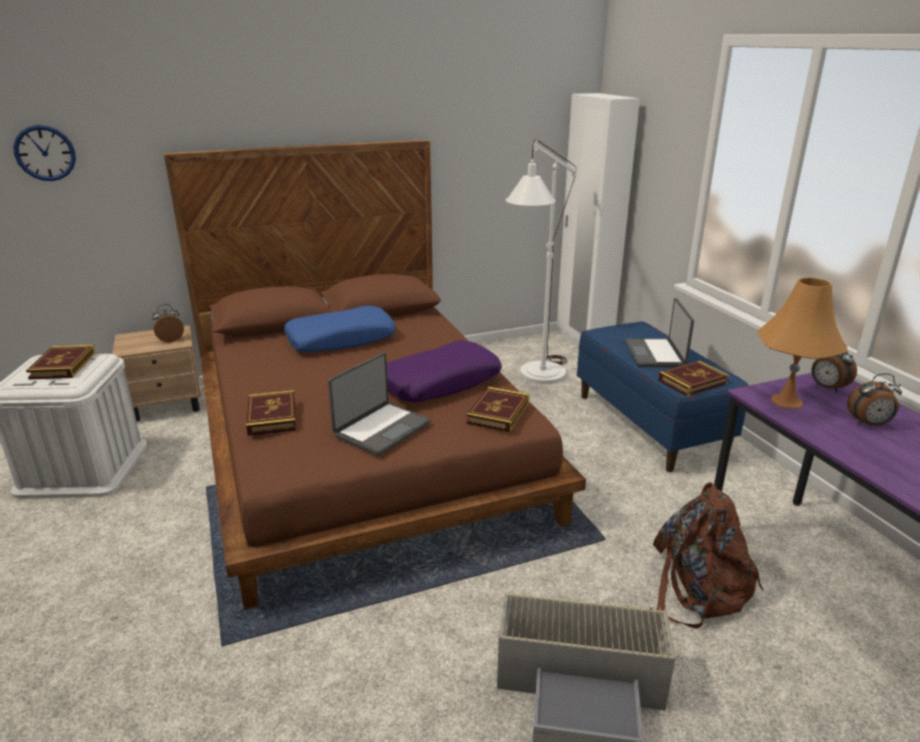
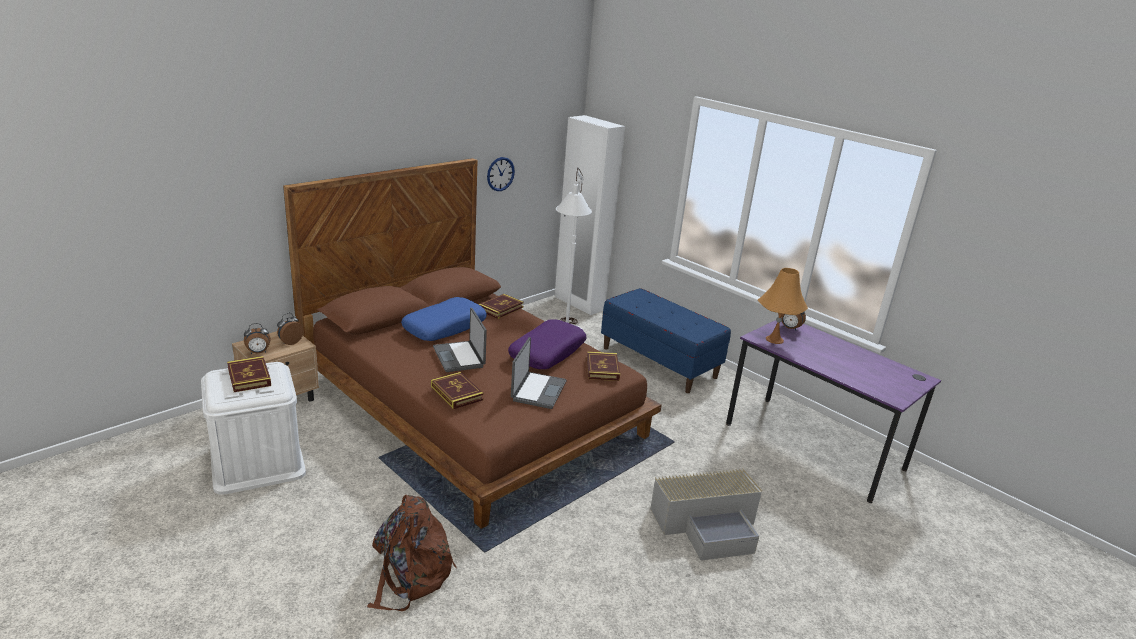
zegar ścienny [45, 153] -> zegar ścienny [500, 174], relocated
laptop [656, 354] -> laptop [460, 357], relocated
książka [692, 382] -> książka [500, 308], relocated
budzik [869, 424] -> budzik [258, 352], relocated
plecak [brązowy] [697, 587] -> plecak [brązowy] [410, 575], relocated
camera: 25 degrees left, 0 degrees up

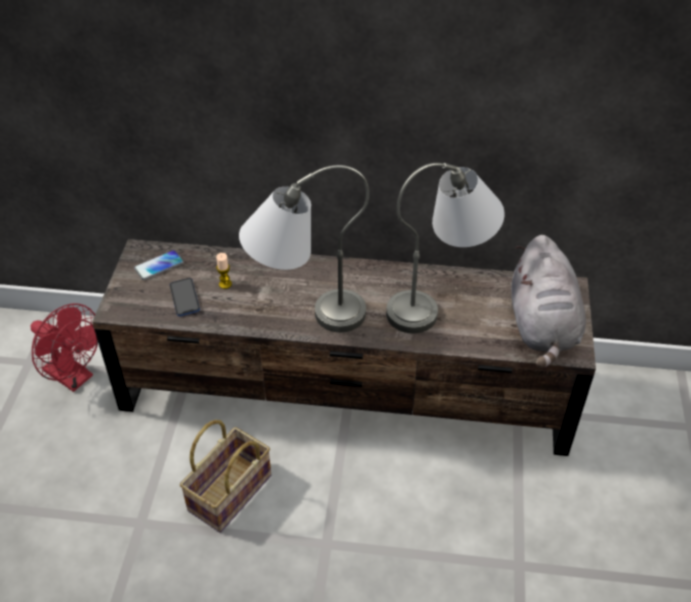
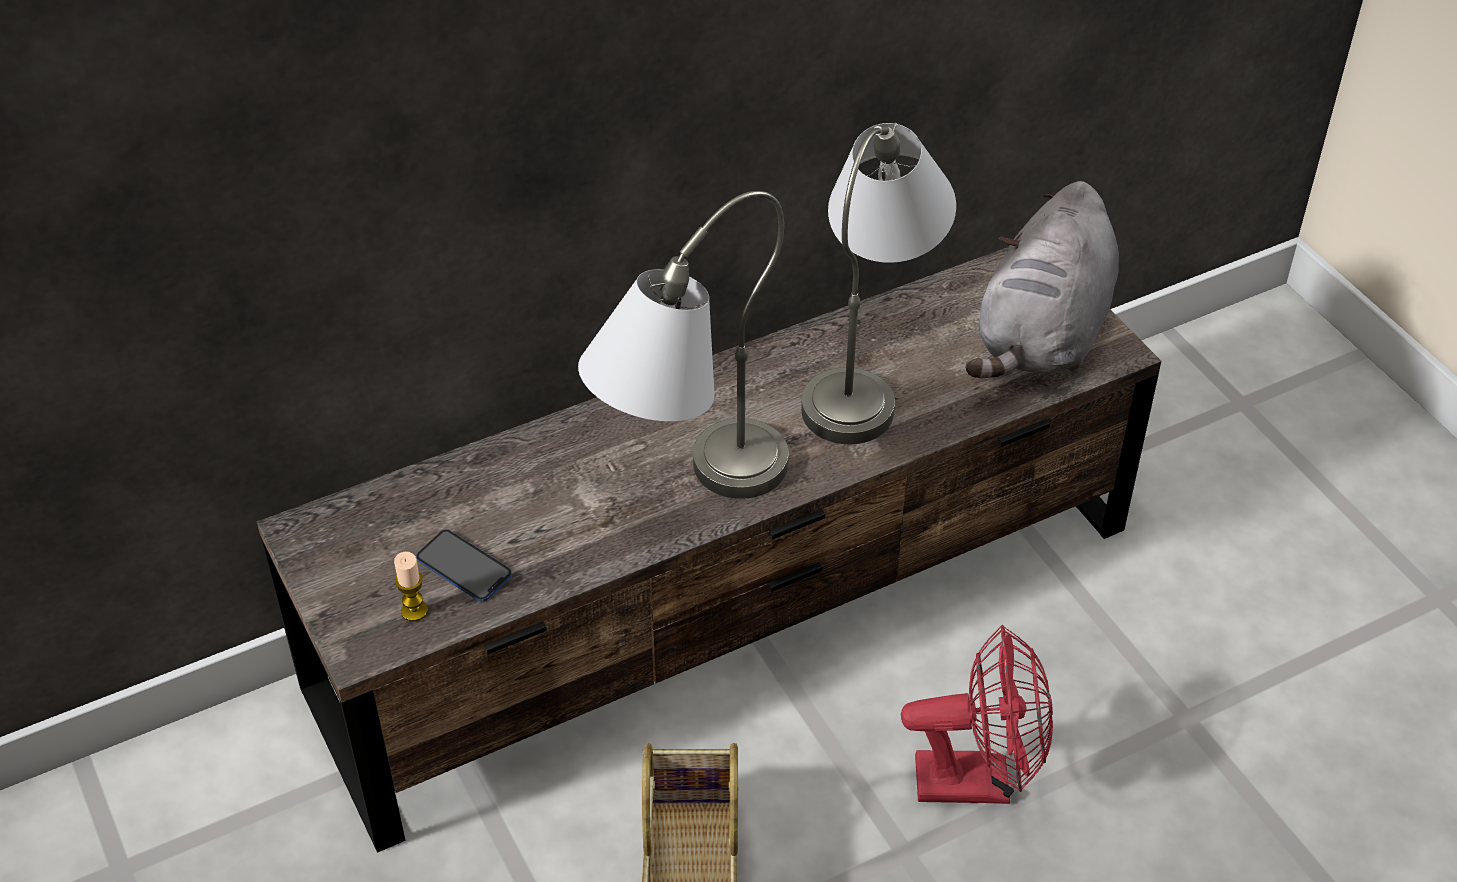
pluszak [szary] [542, 326] -> pluszak [szary] [1042, 336], 60 degrees clockwise
telefon [159, 265] -> none
świeca [225, 284] -> świeca [414, 611], relocated
wentylator [czerwony] [74, 377] -> wentylator [czerwony] [978, 780], relocated
camera: 35 degrees left, 0 degrees up

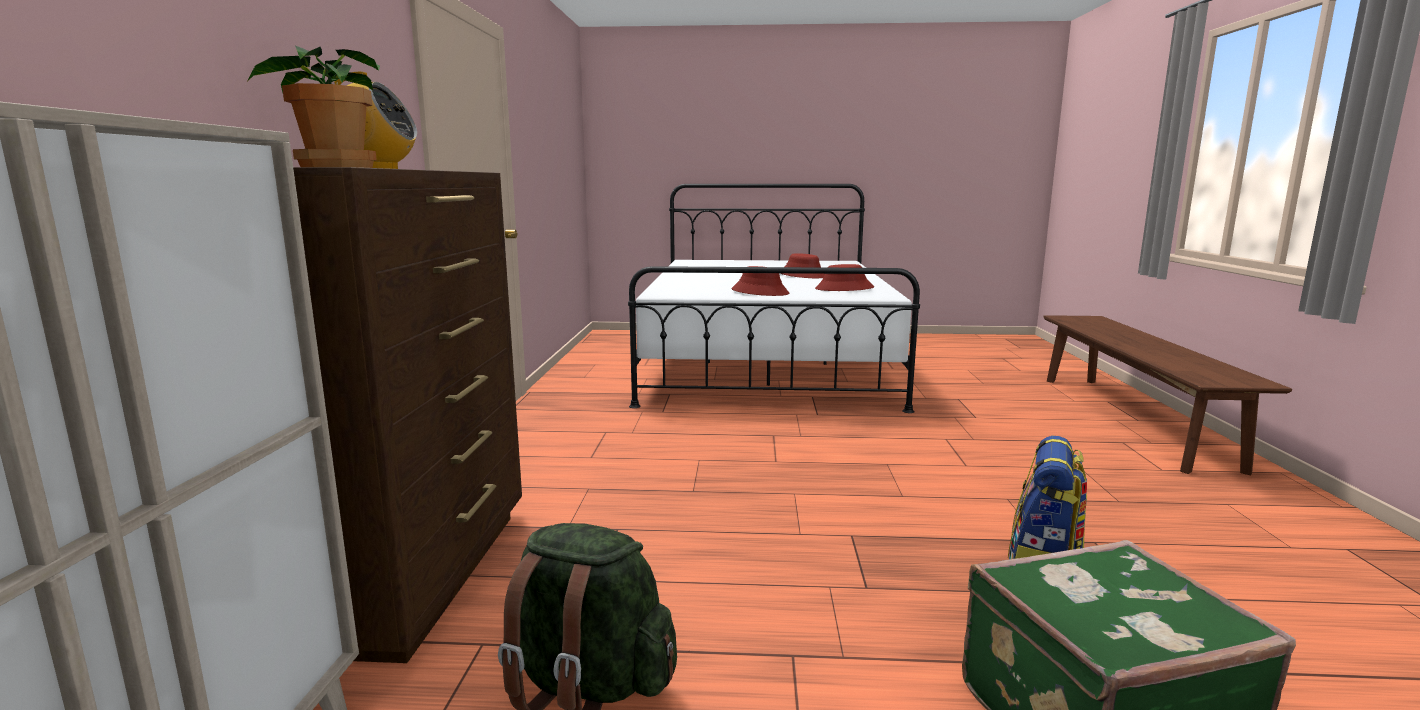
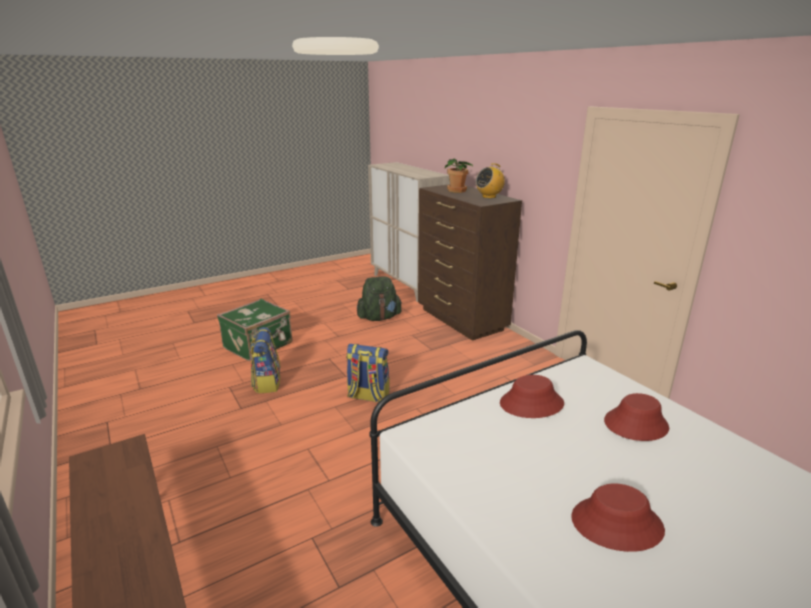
kapelusz [czerwony] [844, 289] -> kapelusz [czerwony] [635, 424], relocated
none -> plecak [368, 396]
camera: 145 degrees right, 10 degrees up

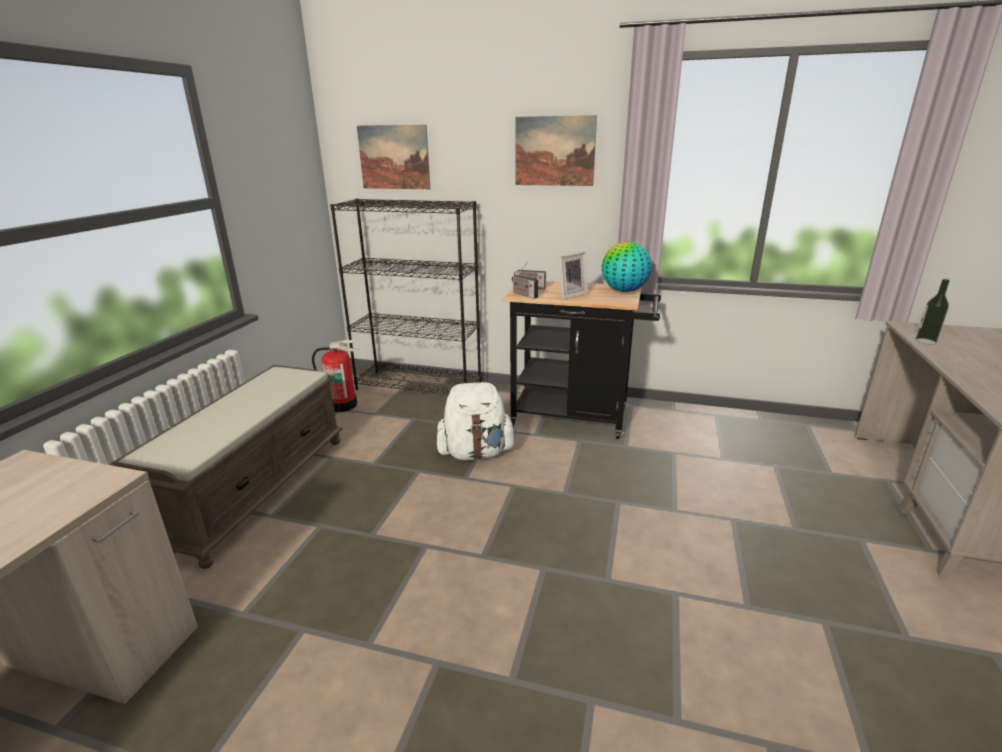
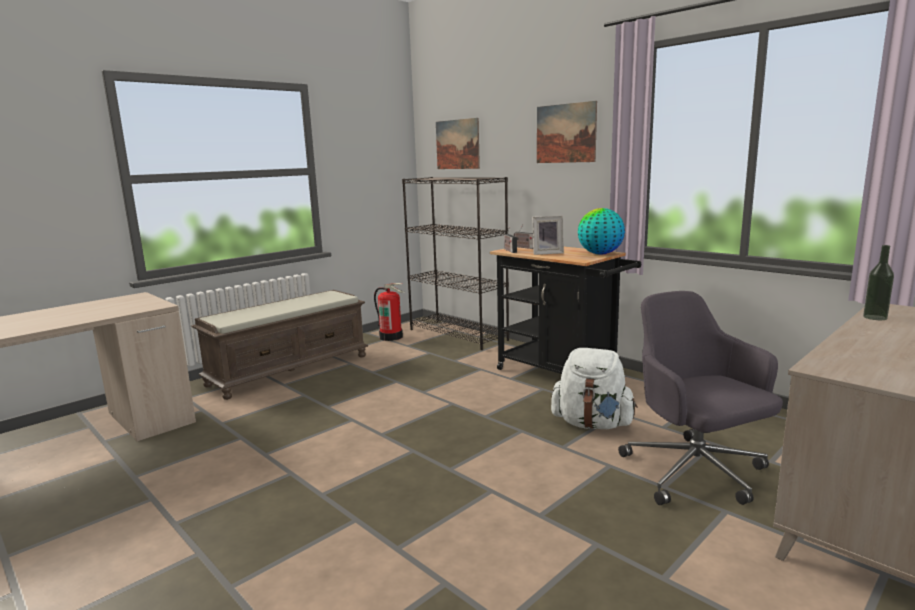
plecak [biały] [476, 453] -> plecak [biały] [592, 424], relocated
none -> krzesło biurowe [szary] [695, 473]
camera: 30 degrees right, 10 degrees down

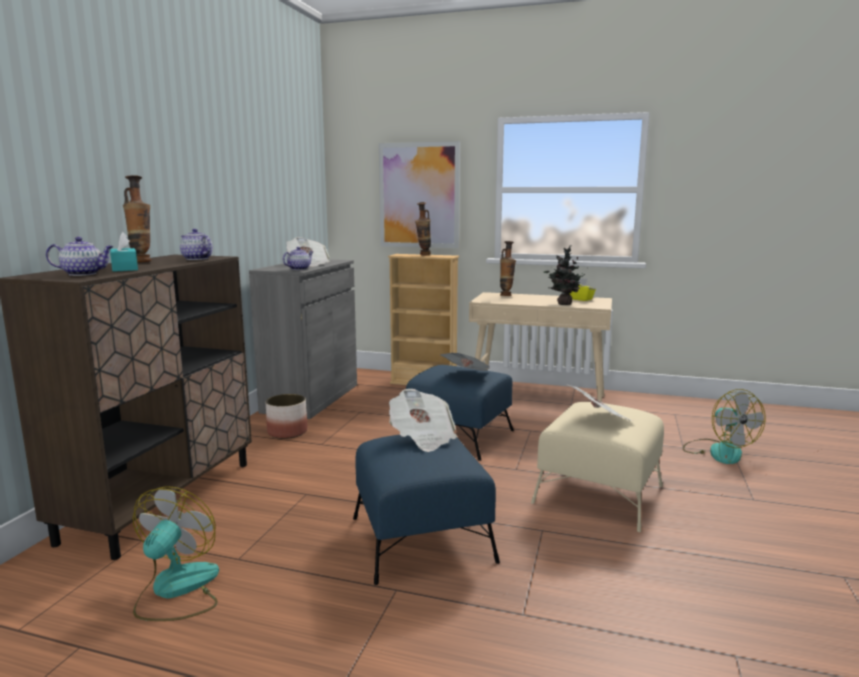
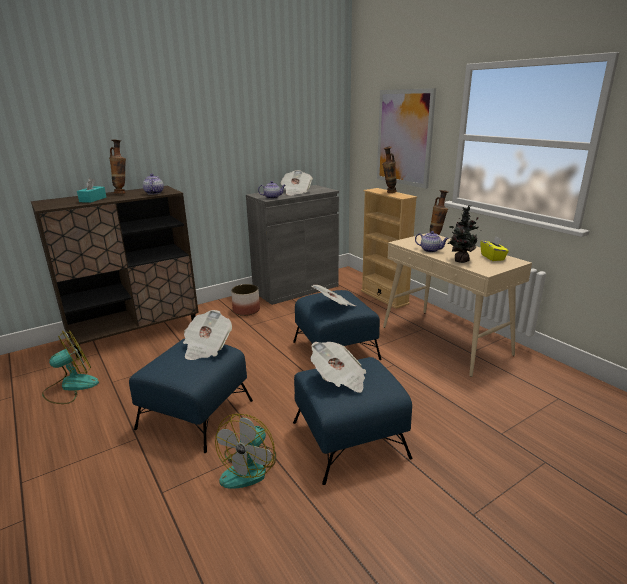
imbryk [84, 274] -> imbryk [431, 250], relocated
wentylator [718, 451] -> wentylator [250, 467], relocated
pufa [beżowy] [599, 494] -> pufa [niebieski] [350, 439]
camera: 40 degrees right, 10 degrees up

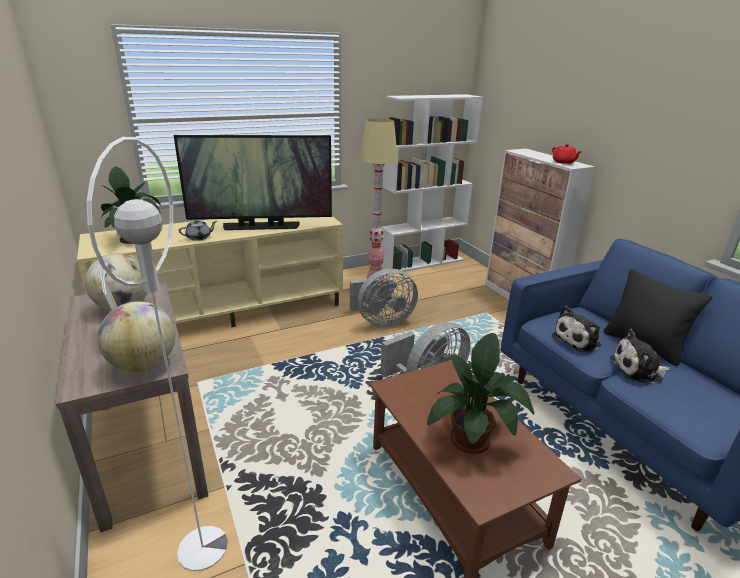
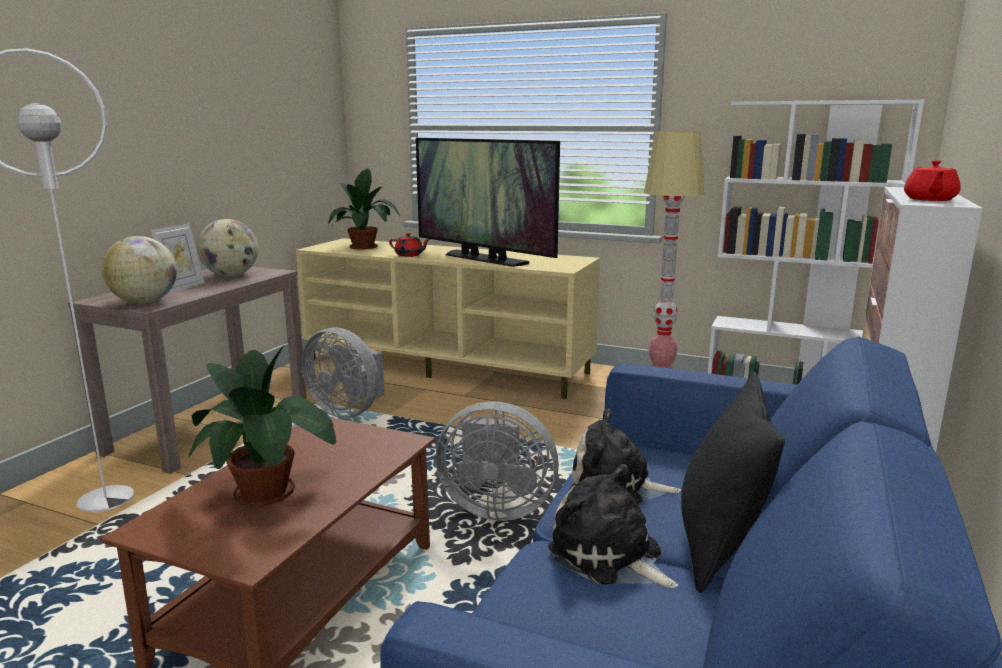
imbryk [szary] [199, 237] -> imbryk [czerwony] [409, 255]
wentylator [szary] [381, 321] -> wentylator [szary] [348, 411], relocated
camera: 50 degrees right, 10 degrees down

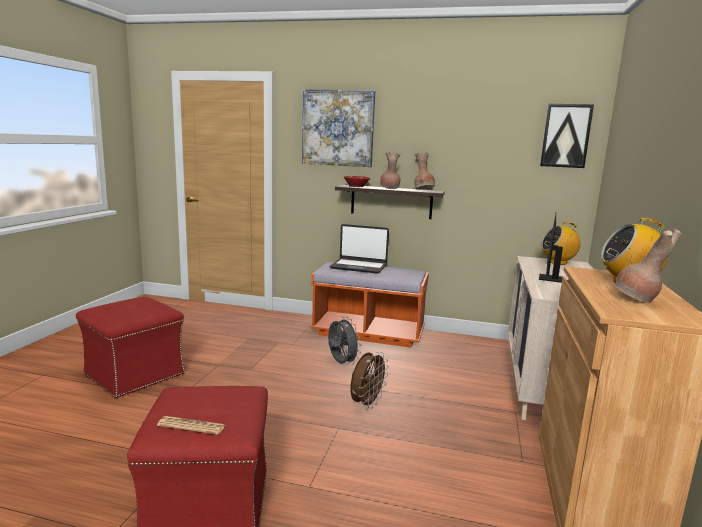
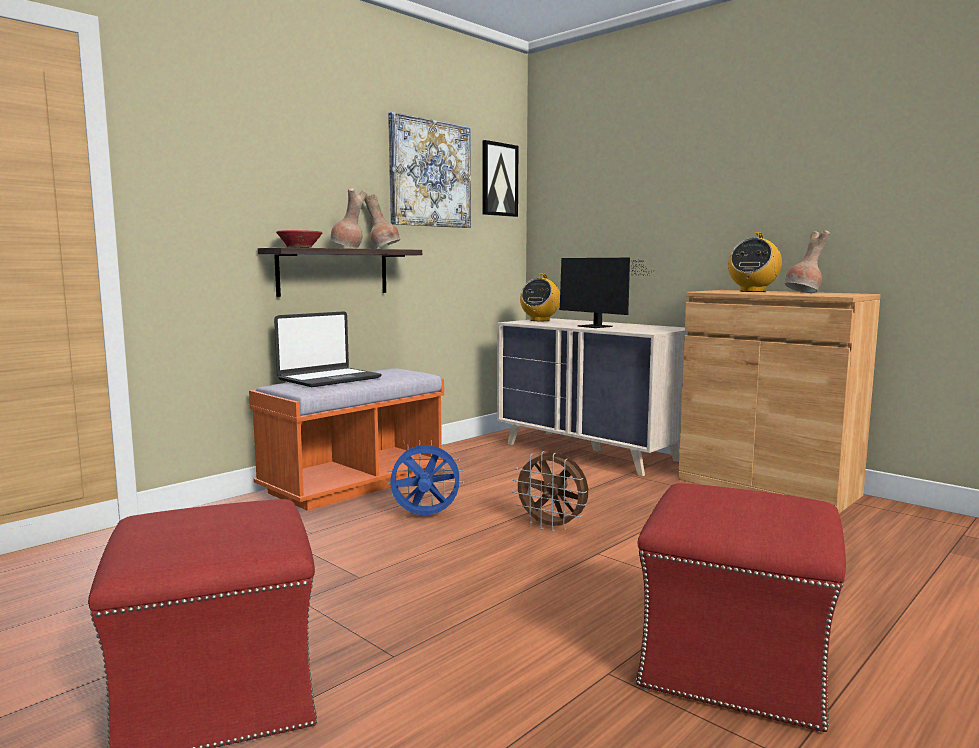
obraz [338, 128] -> obraz [430, 174], relocated
wentylator [szary] [341, 363] -> wentylator [niebieski] [425, 517]
wentylator [brązowy] [366, 404] -> wentylator [brązowy] [552, 527], 150 degrees clockwise
gazeta [191, 426] -> none
camera: 60 degrees left, 5 degrees down

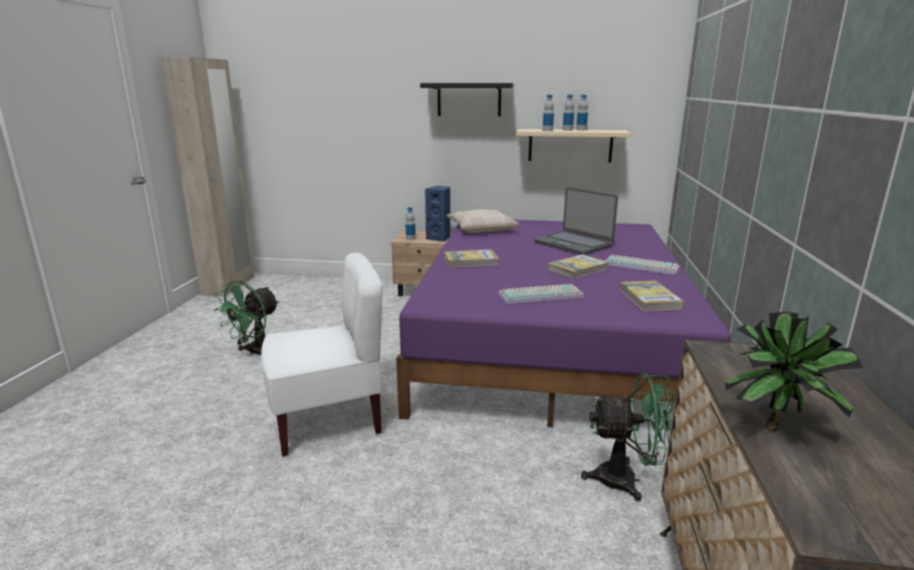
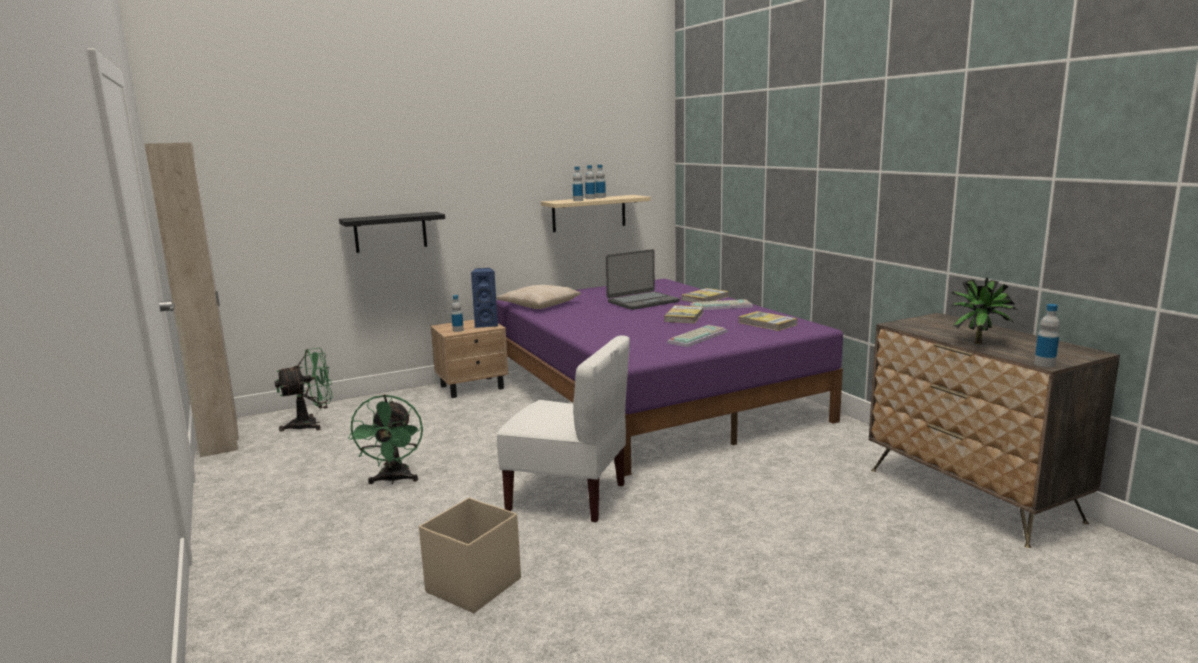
półka [czarny] [469, 99] -> półka [czarny] [390, 232], relocated
laptop [573, 244] -> laptop [642, 302], 45 degrees counterclockwise
książka [471, 261] -> książka [705, 298], relocated
krzesło [biały] [328, 420] -> krzesło [biały] [568, 497], 75 degrees clockwise
wentylator [zielony] [627, 480] -> wentylator [zielony] [311, 424], relocated
none -> butelka [1044, 364]
none -> pojemnik do przechowywania [beżowy] [472, 586]
camera: 35 degrees left, 5 degrees down

